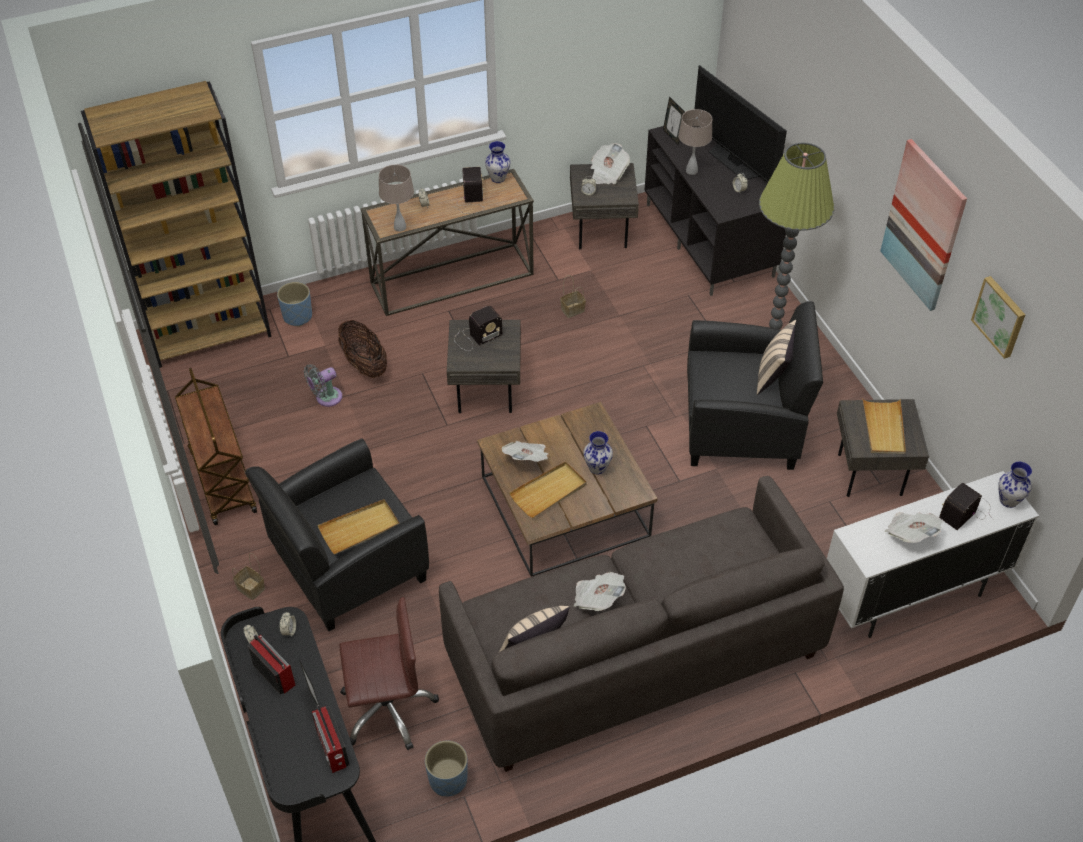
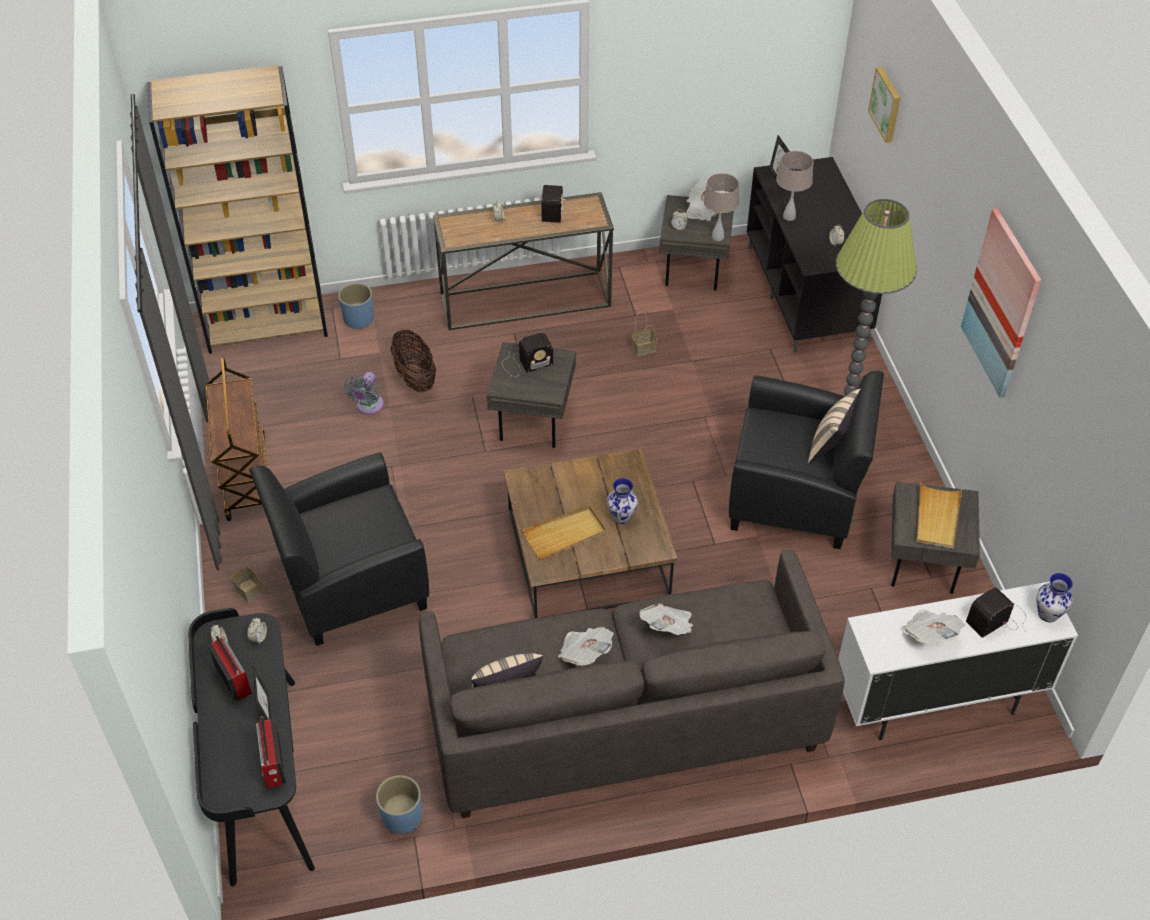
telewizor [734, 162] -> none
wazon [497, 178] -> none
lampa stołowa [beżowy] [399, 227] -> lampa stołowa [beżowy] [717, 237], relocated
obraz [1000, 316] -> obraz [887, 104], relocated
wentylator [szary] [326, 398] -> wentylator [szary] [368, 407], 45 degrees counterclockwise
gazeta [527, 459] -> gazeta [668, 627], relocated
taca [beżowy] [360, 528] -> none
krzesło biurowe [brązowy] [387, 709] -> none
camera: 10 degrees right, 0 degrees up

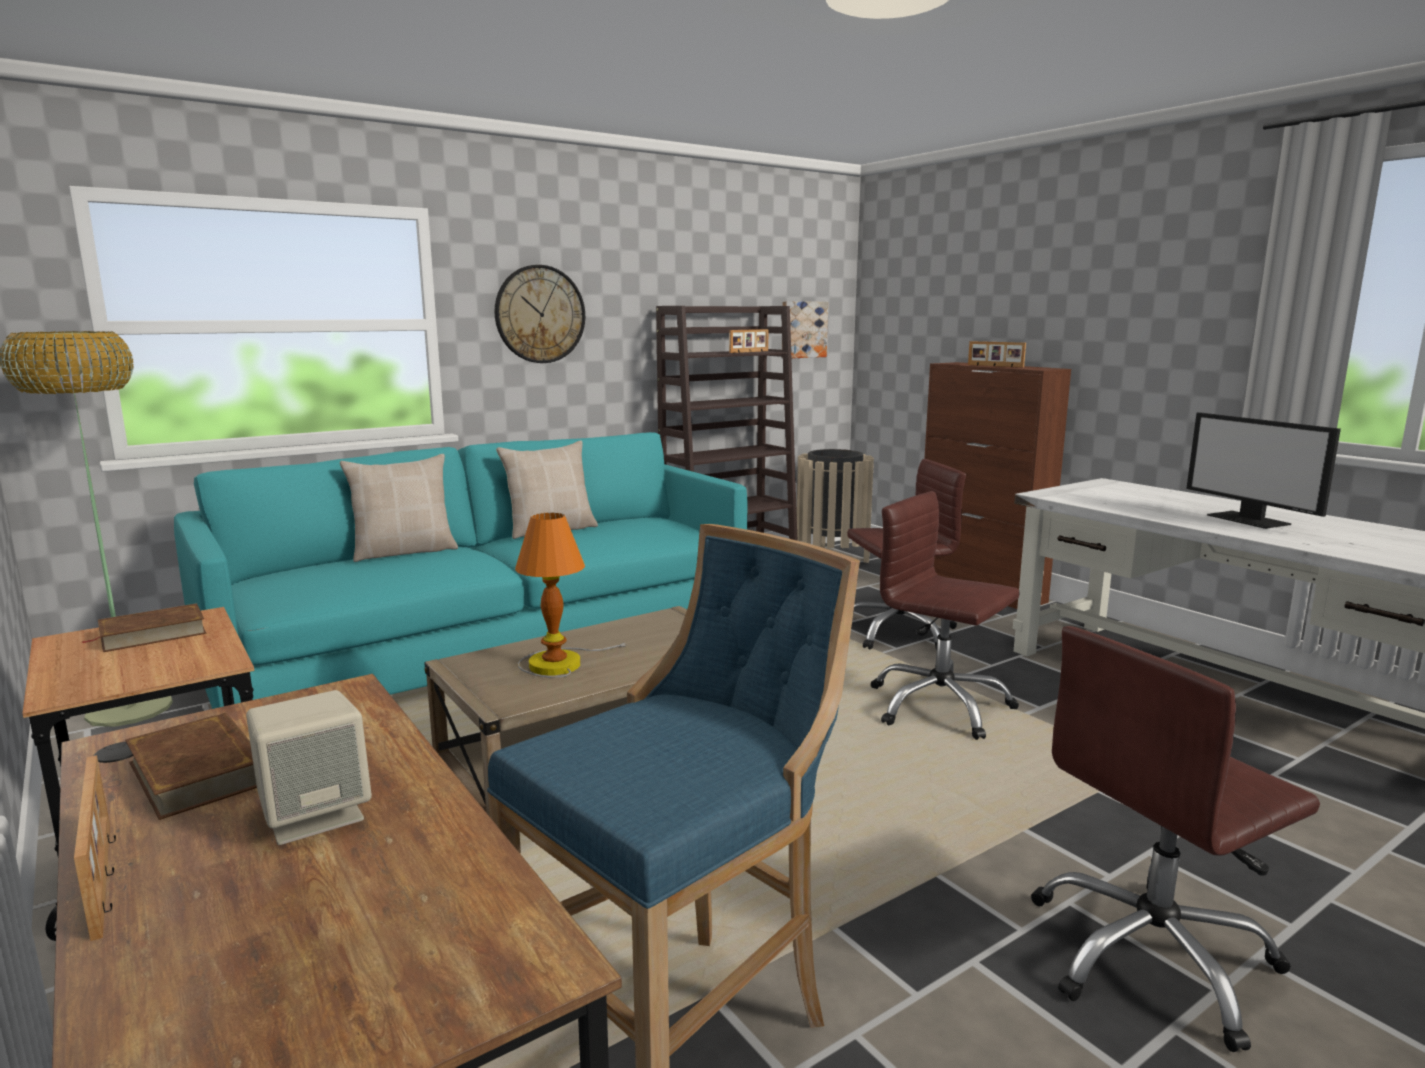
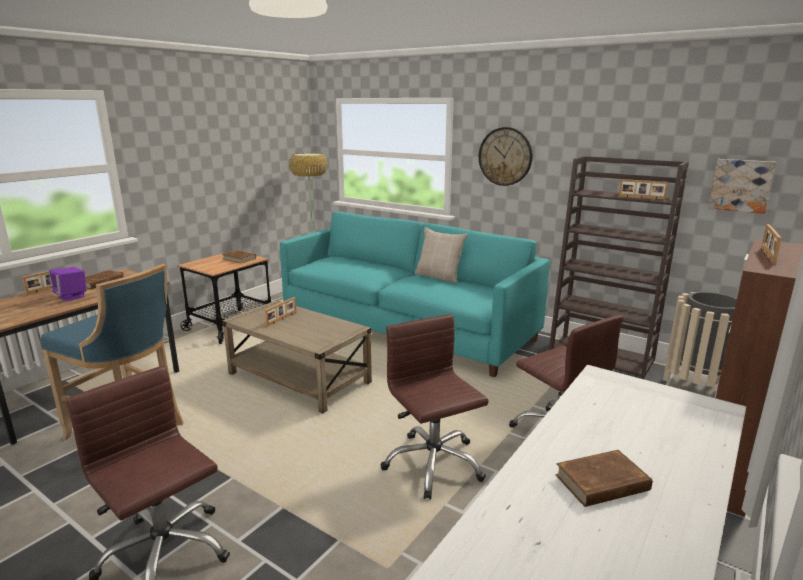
monitor [1250, 520] -> książka [brązowy] [602, 483]
poduszka [beżowy] [404, 552] -> none
krzesło biurowe [brązowy] [938, 706] -> krzesło biurowe [brązowy] [433, 464], 45 degrees counterclockwise
lampa stołowa [558, 663] -> ramka na zdjęcie [282, 319]
głośnik [beżowy] [315, 815] -> głośnik [fioletowy] [71, 297]
camera: 70 degrees right, 5 degrees up

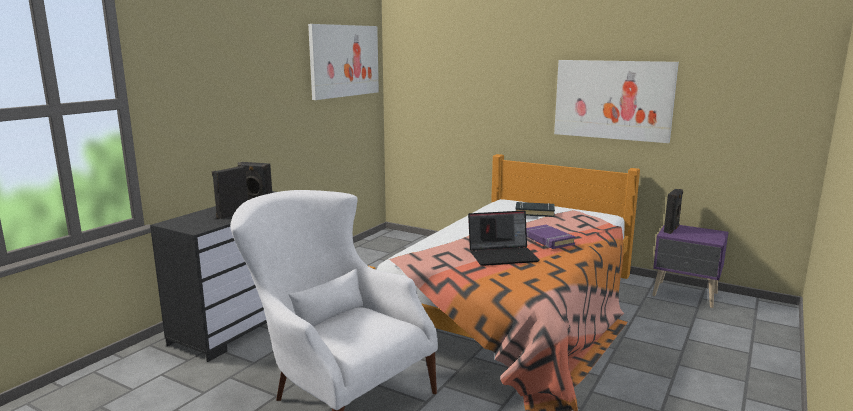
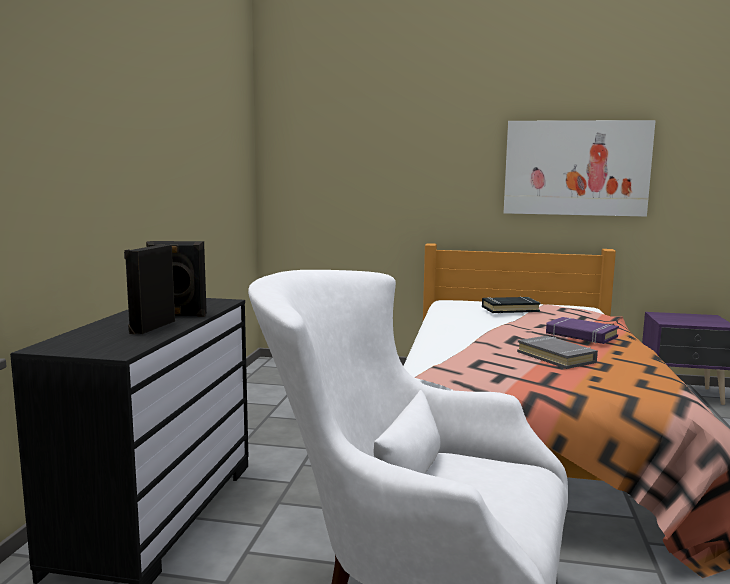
obraz [344, 61] -> none
głośnik [czarny] [672, 229] -> none
laptop [503, 255] -> książka [szary] [556, 357]
camera: 20 degrees left, 5 degrees down

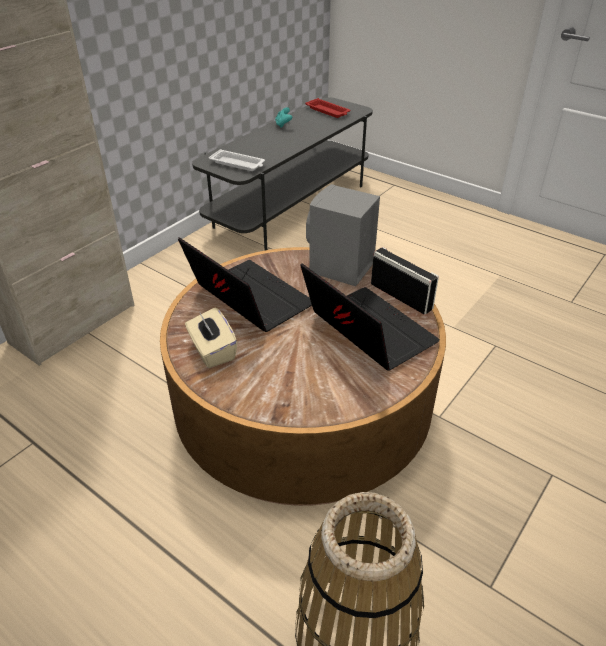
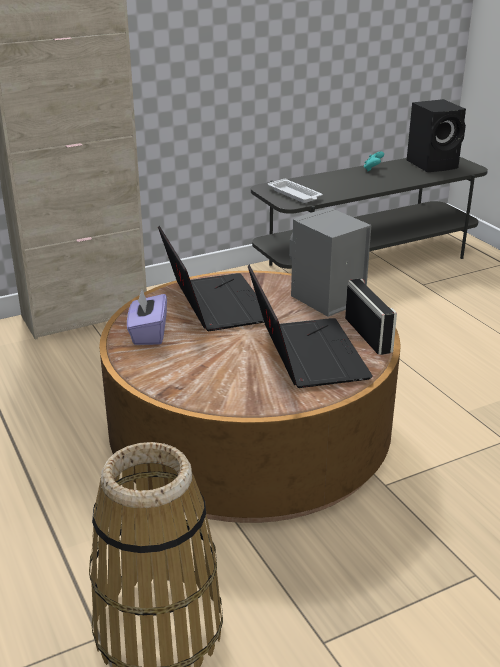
taca [czerwony] [328, 111] -> głośnik [czarny] [434, 164]
pudełko chusteczek [beżowy] [212, 351] -> pudełko chusteczek [fioletowy] [148, 334]
camera: 25 degrees right, 10 degrees down

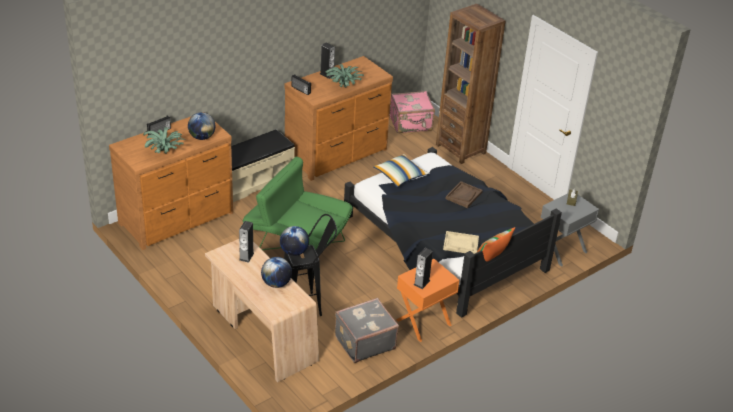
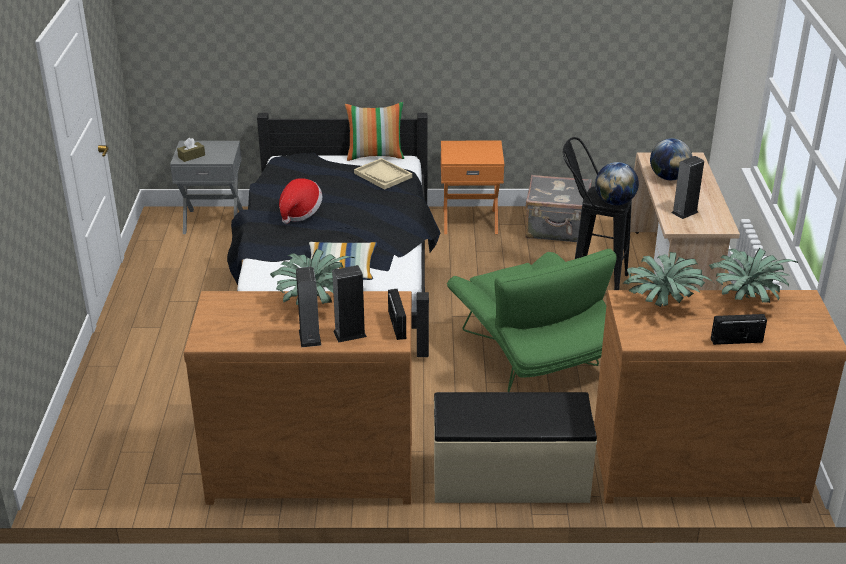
regał [brązowy] [461, 149] -> none
walizka [różowy] [411, 124] -> none
globus [202, 137] -> roślina doniczkowa [662, 303]
taca [brązowy] [463, 195] -> kapelusz [300, 213]
głośnik [421, 282] -> głośnik [350, 334], relocated
camera: 140 degrees left, 5 degrees down

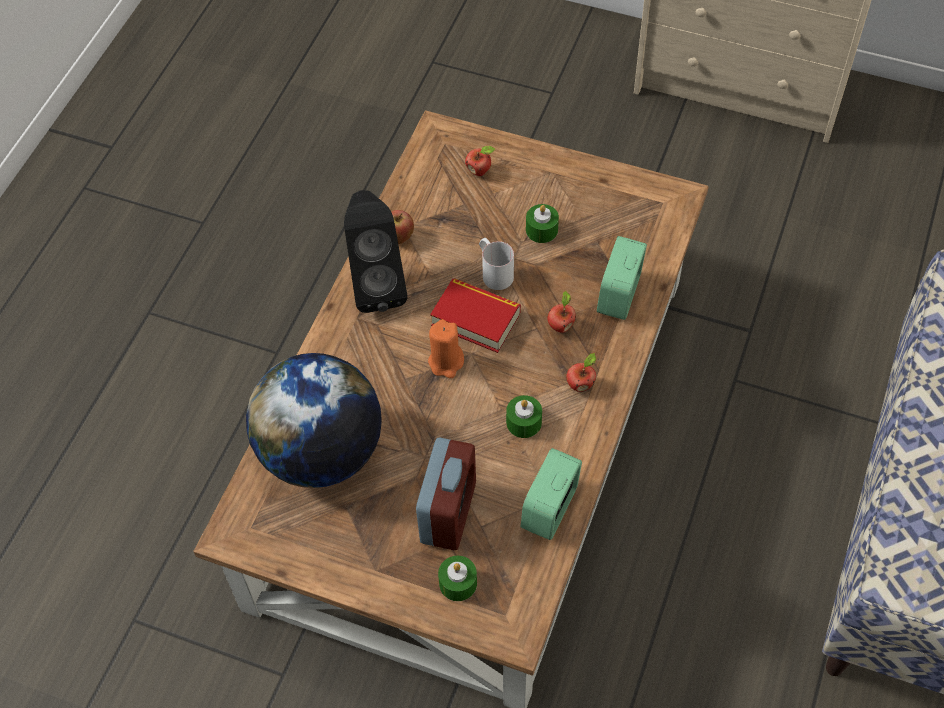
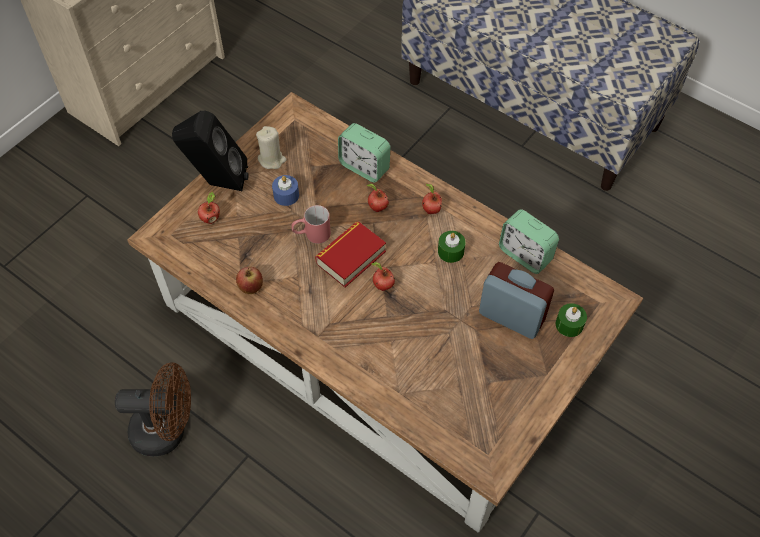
głośnik [czarny] [376, 285] -> głośnik [czarny] [217, 182], relocated
świeca [zielony] [541, 230] -> świeca [niebieski] [286, 195]
kubek [biały] [494, 271] -> kubek [czerwony] [311, 234]
świeca [pomarańczowy] [446, 362] -> jabłko [382, 286]
globus [322, 453] -> none
none -> świeca [beżowy] [272, 160]
none -> wentylator [brązowy] [167, 430]
camera: 75 degrees left, 0 degrees up

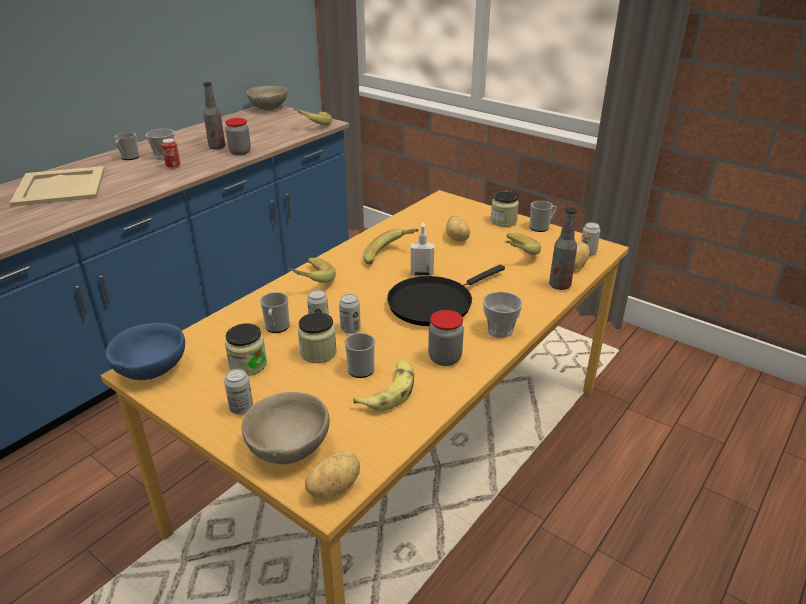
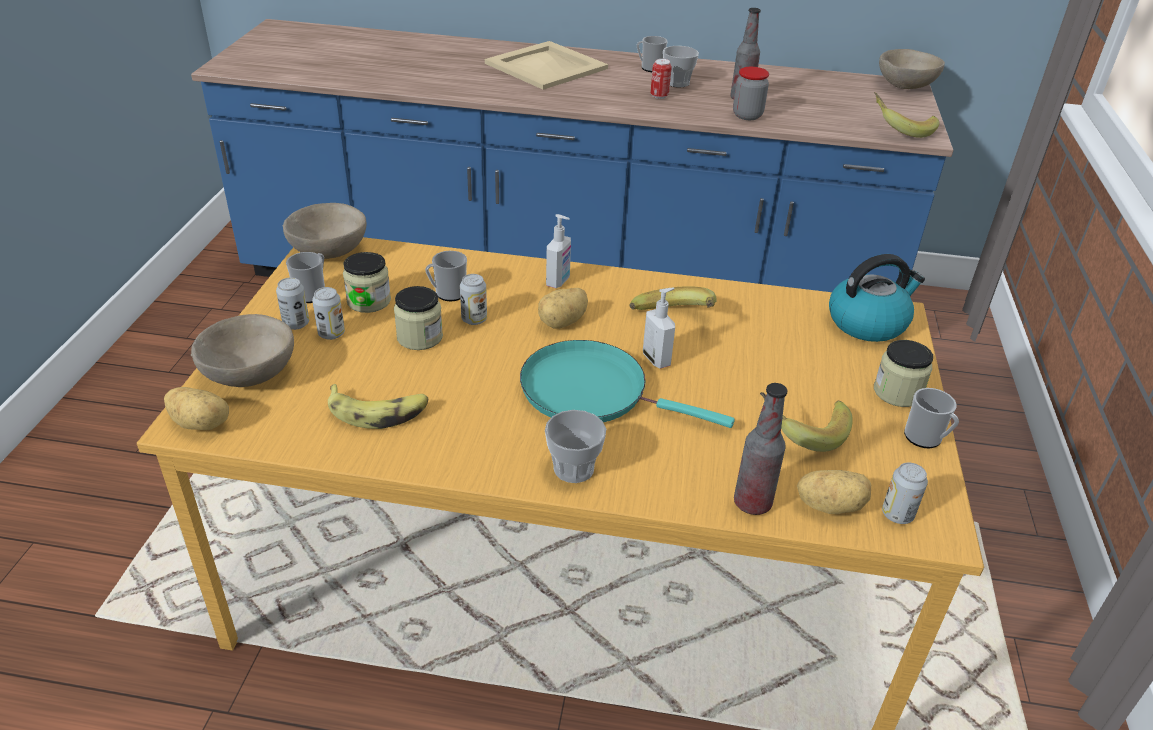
ziemniak [457, 238] -> ziemniak [563, 322], relocated
banan [309, 281] -> dozownik mydła [558, 281]
patelnia [czarny] [434, 303] -> patelnia [turkusowy] [592, 391]
puszka [350, 329] -> puszka [331, 333], relocated
słoik [444, 358] -> none
miska [niebieski] [152, 368] -> miska [beżowy] [329, 251]
kubek [359, 367] -> kubek [312, 293], relocated
none -> czajnik [868, 322]
camera: 60 degrees right, 5 degrees up

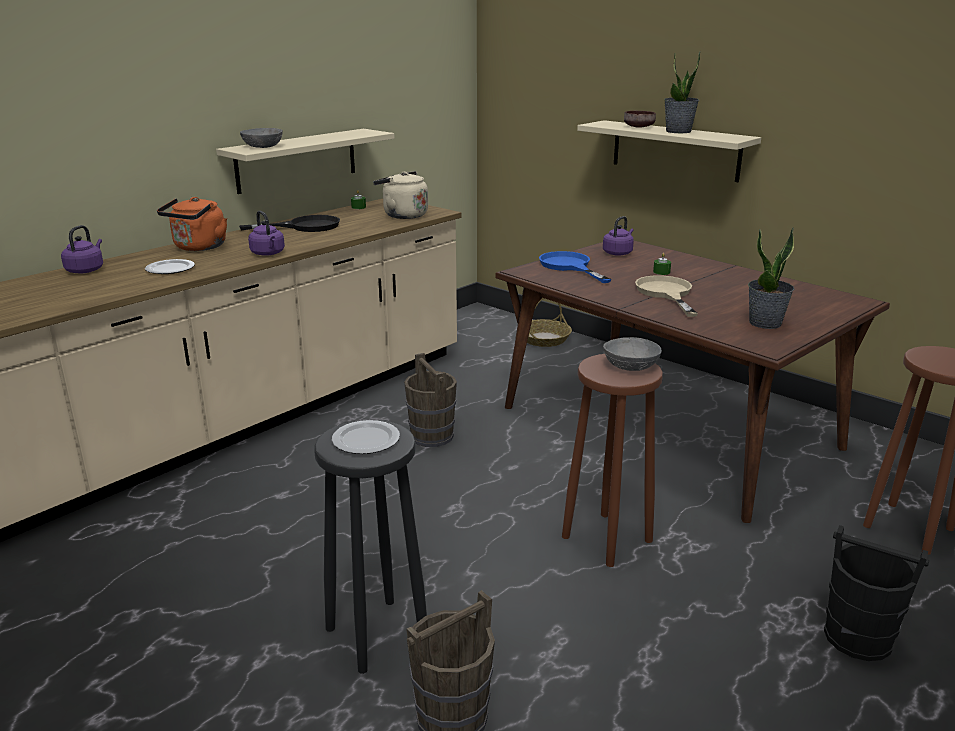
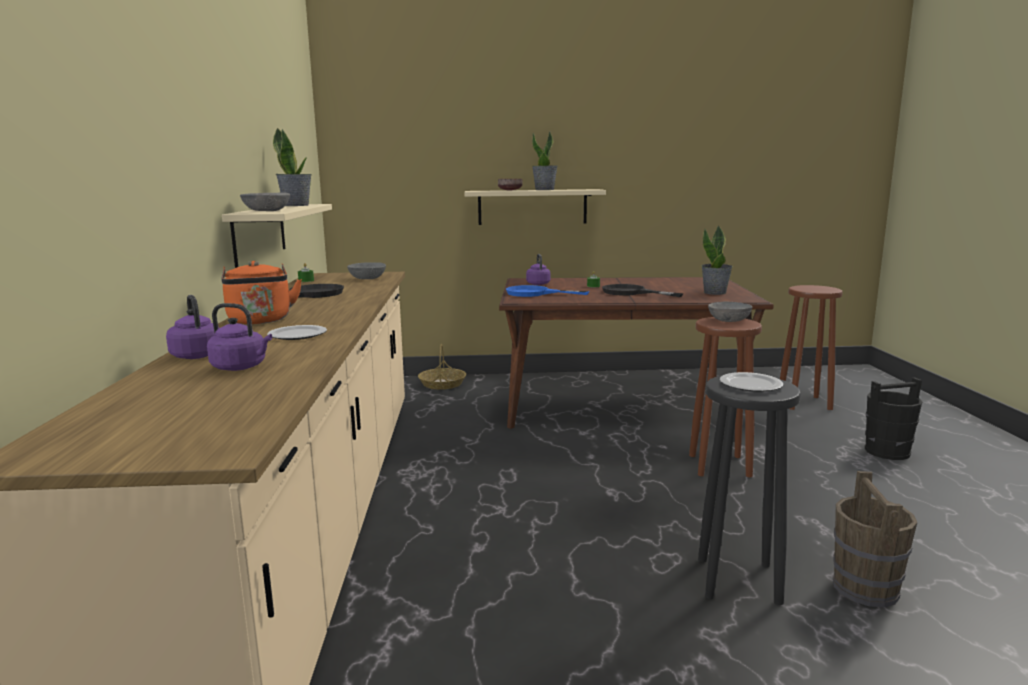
czajnik [beżowy] [402, 215] -> miska [szary] [367, 278]
czajnik [fioletowy] [268, 253] -> czajnik [fioletowy] [241, 367], relocated
patelnia [beżowy] [666, 293] -> patelnia [czarny] [631, 293]
wiadro [brązowy] [431, 436] -> none
none -> roślina doniczkowa [296, 205]
camera: 45 degrees left, 10 degrees down

